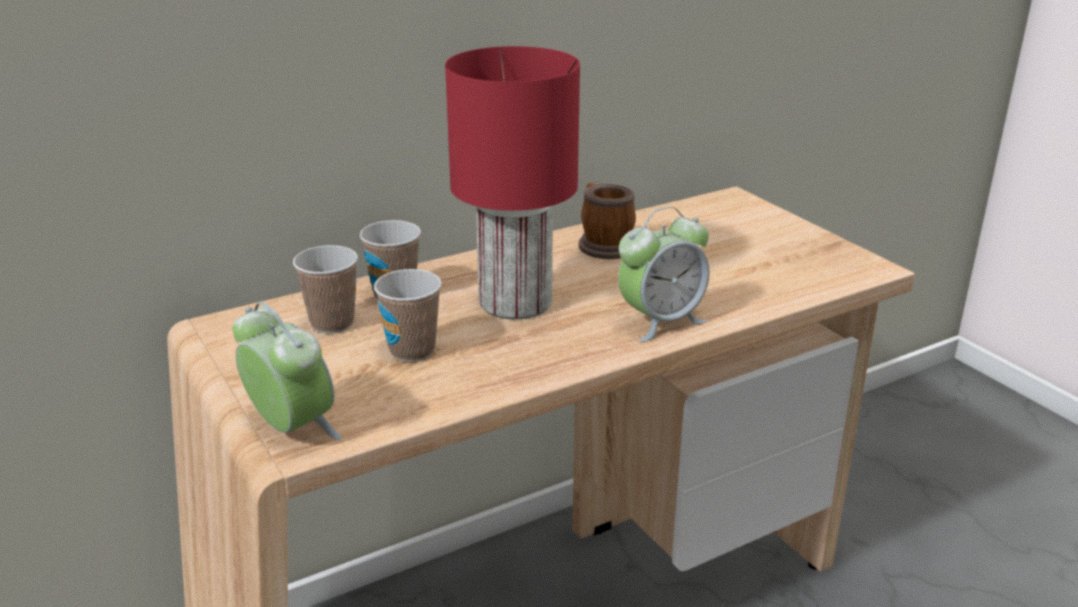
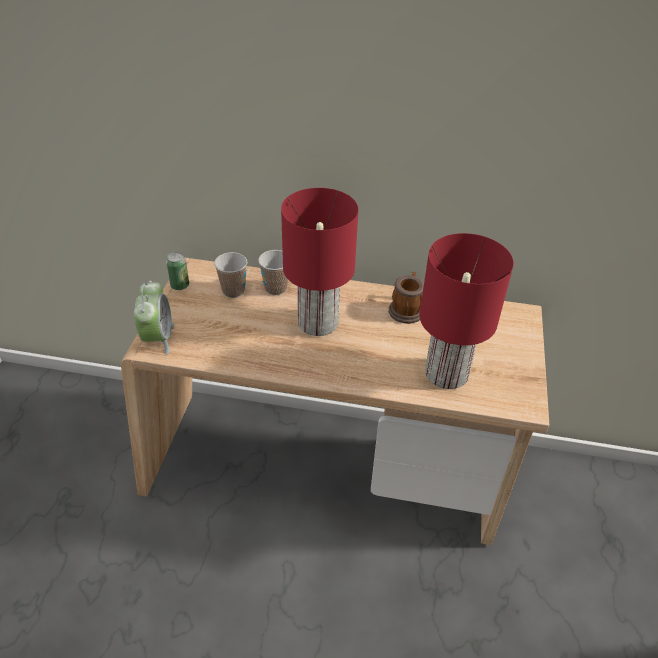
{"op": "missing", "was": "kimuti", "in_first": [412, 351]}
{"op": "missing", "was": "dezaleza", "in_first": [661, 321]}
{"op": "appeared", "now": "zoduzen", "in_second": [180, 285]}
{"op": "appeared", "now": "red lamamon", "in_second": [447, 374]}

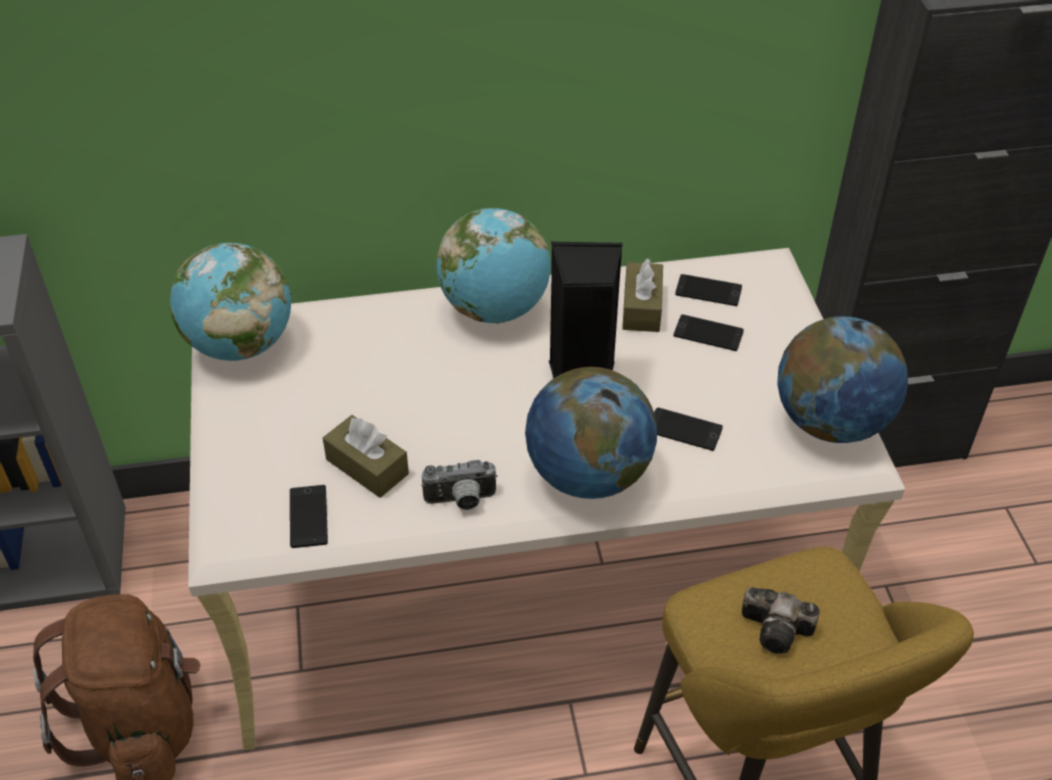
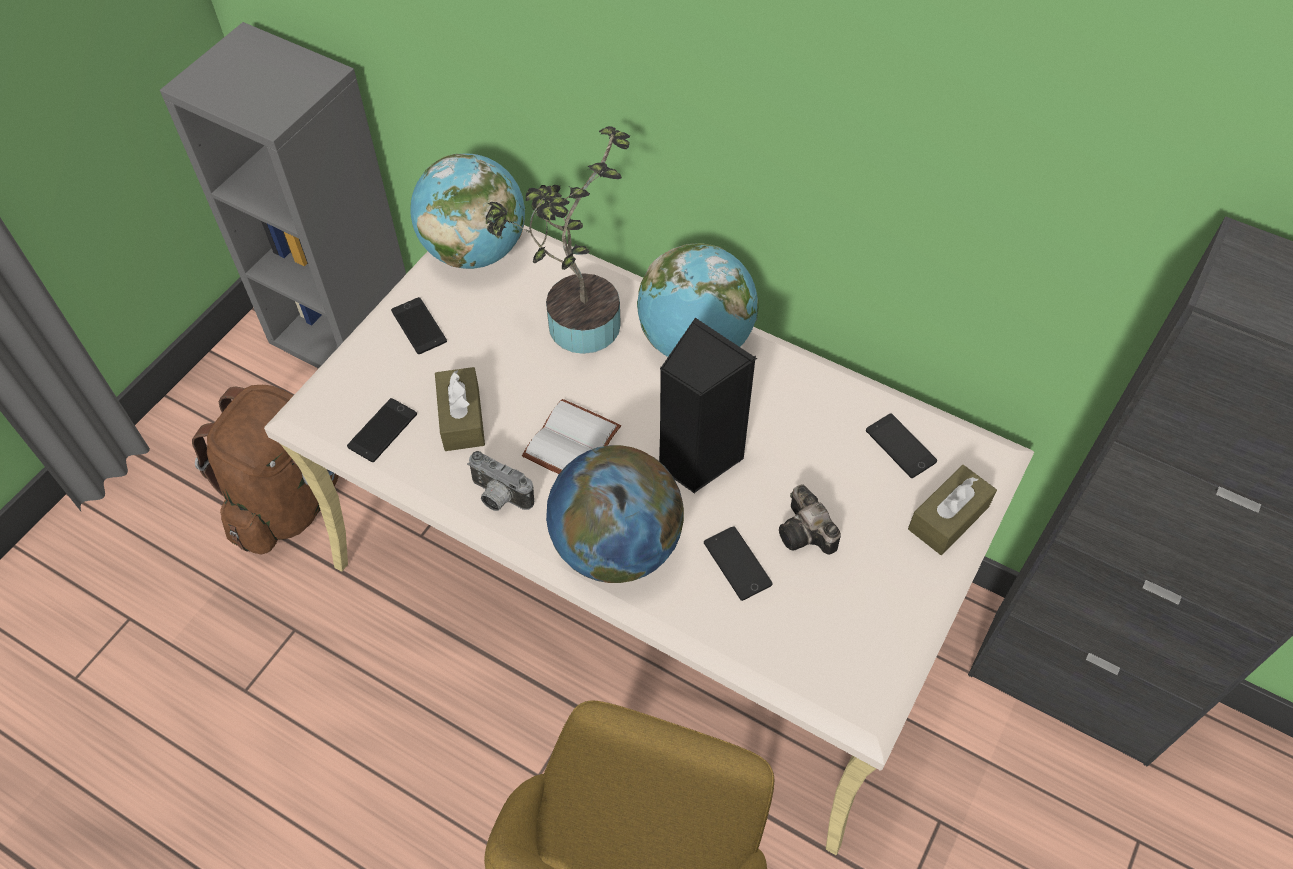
{"op": "missing", "was": "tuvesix", "in_first": [831, 422]}
{"op": "appeared", "now": "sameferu", "in_second": [575, 325]}
{"op": "appeared", "now": "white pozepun", "in_second": [573, 444]}
{"op": "relocated", "was": "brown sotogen", "in_first": [641, 308], "in_second": [948, 518]}
{"op": "relocated", "was": "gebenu", "in_first": [708, 333], "in_second": [419, 326]}
{"op": "relocated", "was": "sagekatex", "in_first": [779, 631], "in_second": [807, 534]}

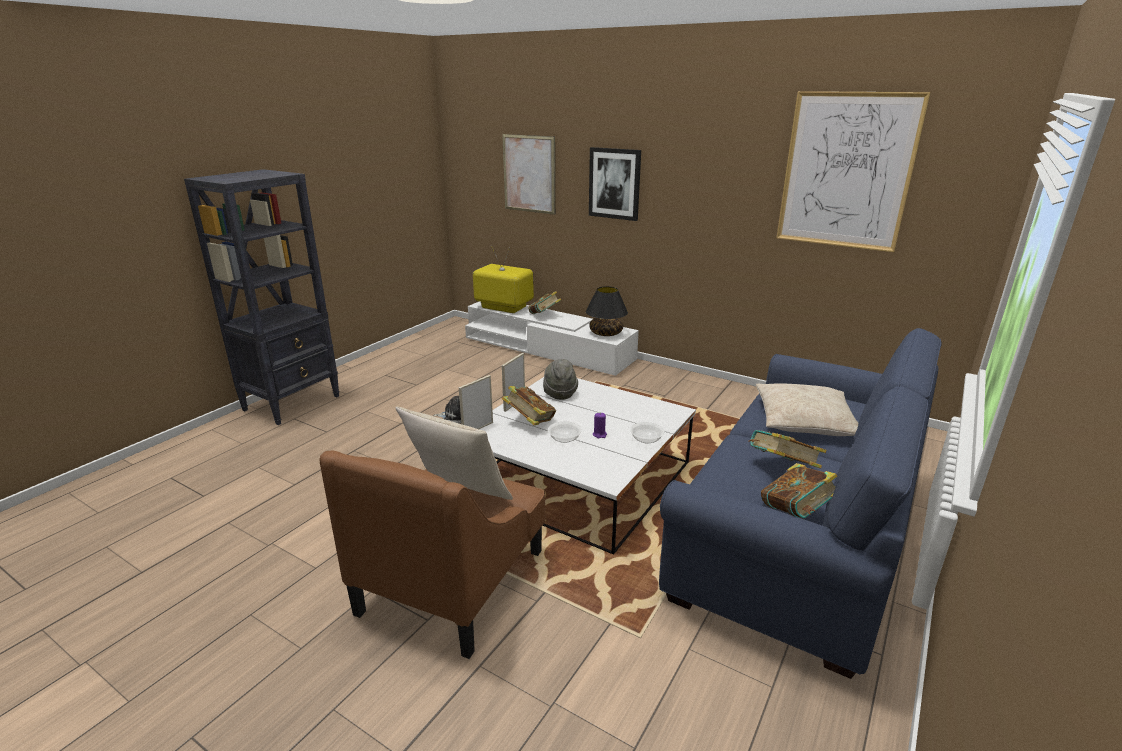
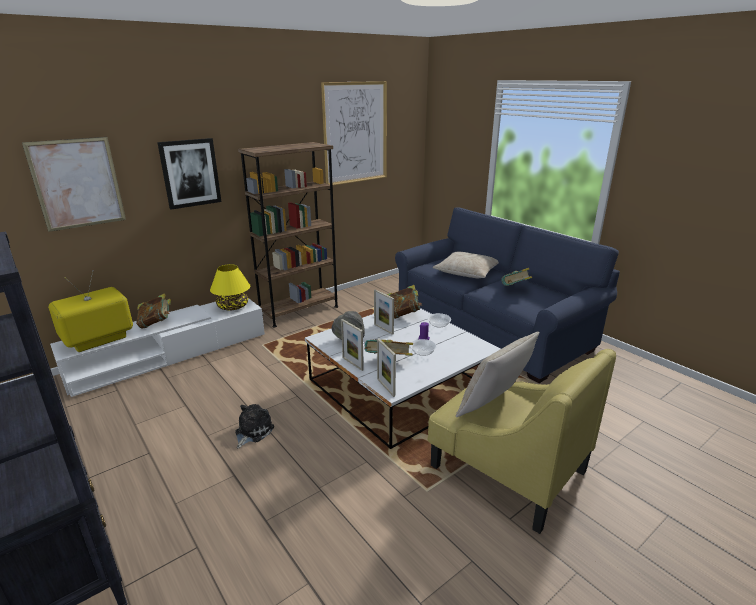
{"op": "appeared", "now": "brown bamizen", "in_second": [299, 311]}
{"op": "appeared", "now": "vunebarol", "in_second": [383, 329]}
{"op": "relocated", "was": "pozepun", "in_first": [796, 513], "in_second": [403, 314]}
{"op": "colour", "was": "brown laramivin", "now": "yellow laramivin", "in_first": [453, 580], "in_second": [507, 469]}
{"op": "colour", "was": "black lamamon", "now": "yellow lamamon", "in_first": [606, 333], "in_second": [233, 306]}

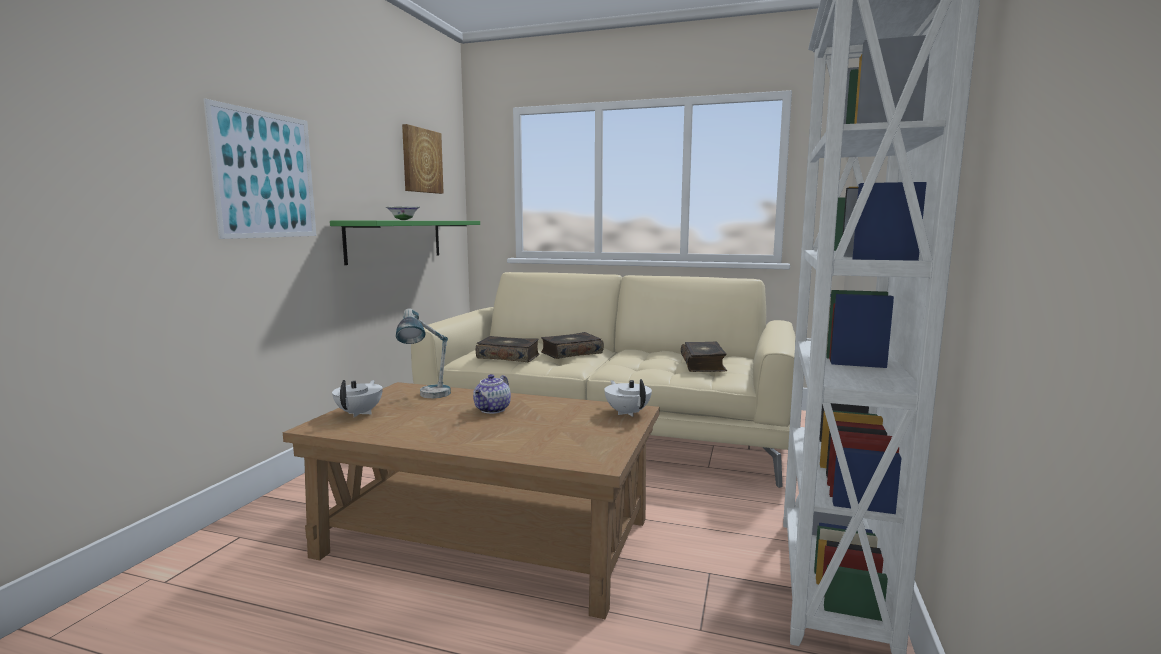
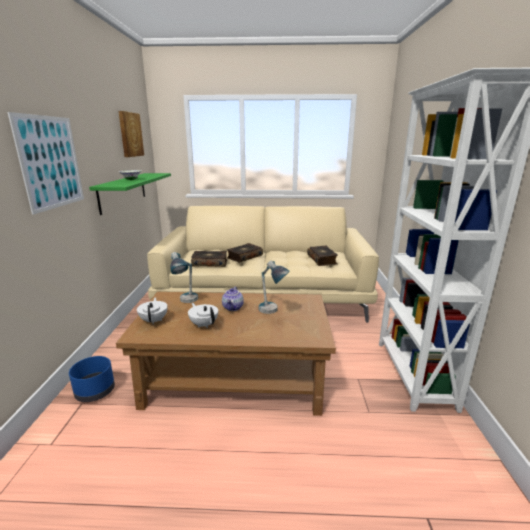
{"op": "appeared", "now": "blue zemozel", "in_second": [95, 392]}
{"op": "appeared", "now": "lamamon", "in_second": [272, 312]}
{"op": "relocated", "was": "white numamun", "in_first": [627, 413], "in_second": [204, 324]}

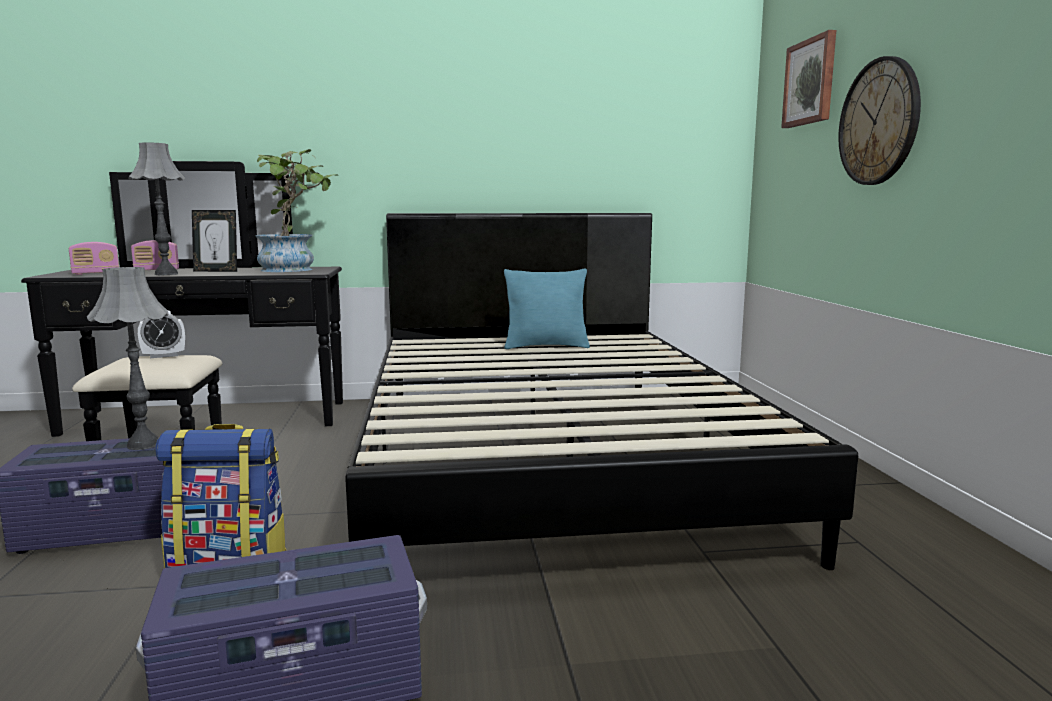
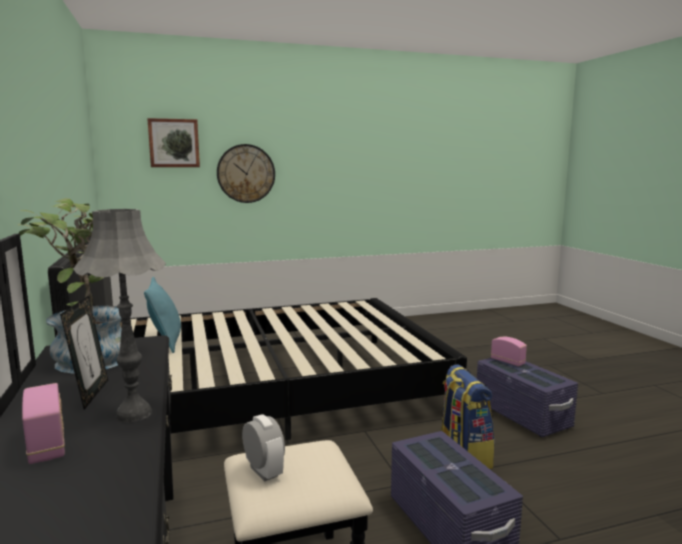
{"op": "missing", "was": "grey lamamon", "in_first": [144, 445]}
{"op": "relocated", "was": "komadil", "in_first": [96, 273], "in_second": [507, 361]}

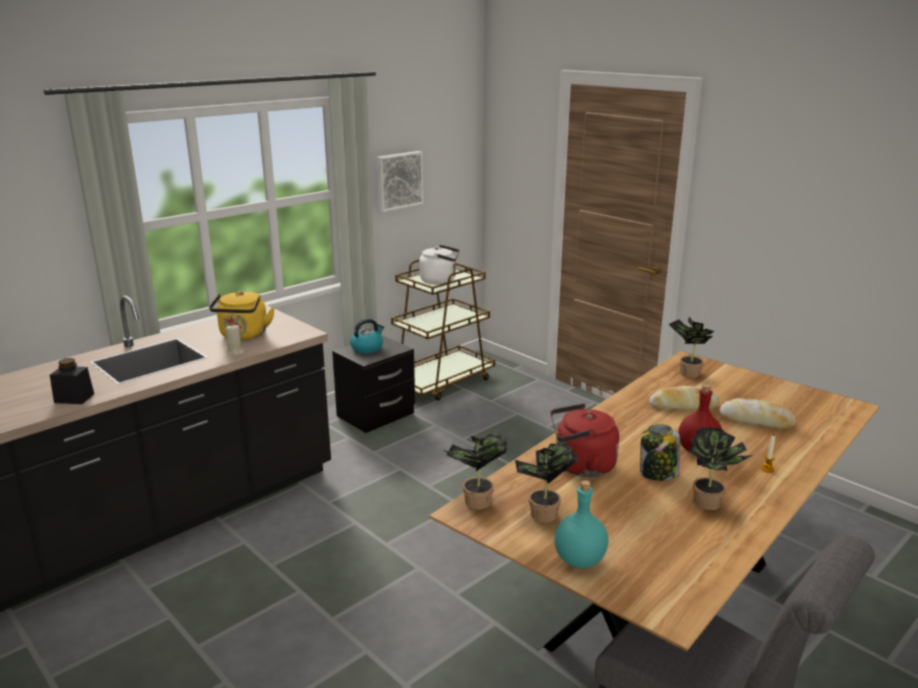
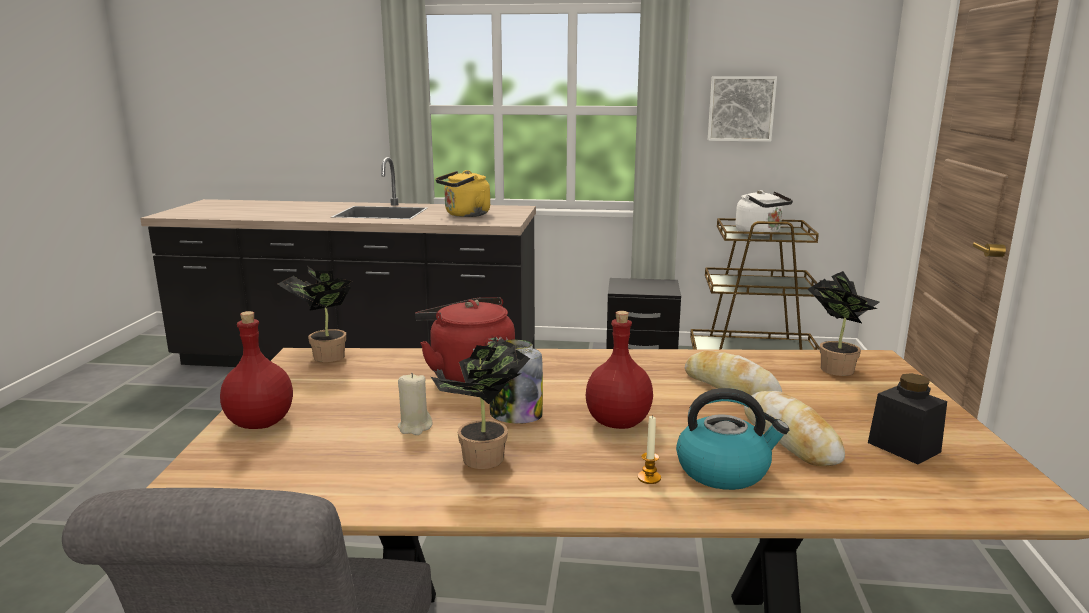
{"op": "missing", "was": "sameferu", "in_first": [543, 517]}
{"op": "relocated", "was": "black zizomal", "in_first": [74, 398], "in_second": [903, 447]}
{"op": "relocated", "was": "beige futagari", "in_first": [235, 352], "in_second": [415, 427]}
{"op": "relocated", "was": "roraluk", "in_first": [367, 348], "in_second": [724, 470]}
{"op": "colour", "was": "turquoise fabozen", "now": "red fabozen", "in_first": [580, 560], "in_second": [261, 423]}

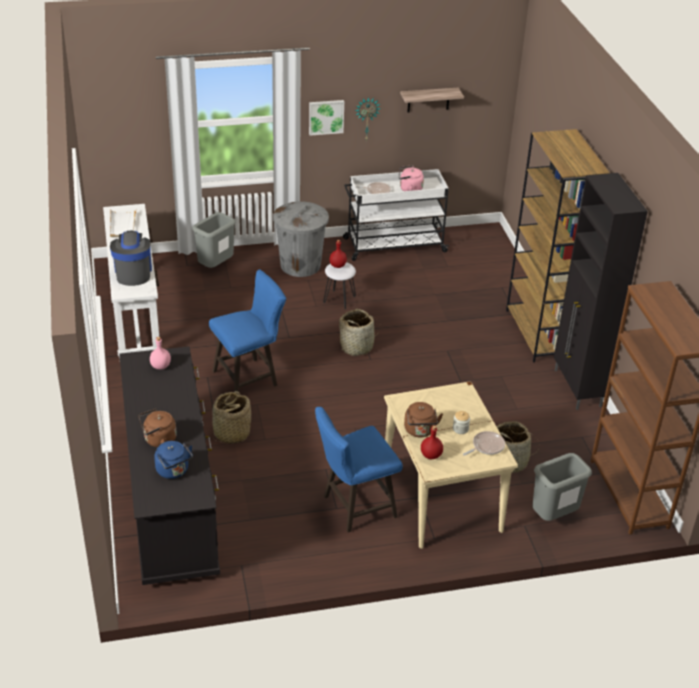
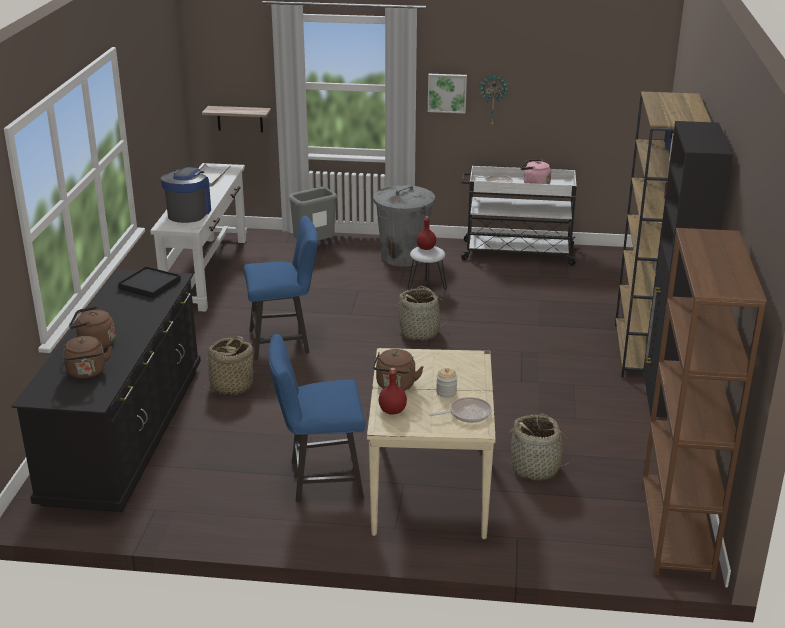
{"op": "missing", "was": "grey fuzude", "in_first": [553, 517]}
{"op": "relocated", "was": "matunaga", "in_first": [428, 100], "in_second": [240, 119]}
{"op": "exchanged", "was": "pink fabozen", "now": "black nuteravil", "in_first": [161, 366], "in_second": [150, 285]}
{"op": "colour", "was": "blue roraluk", "now": "brown roraluk", "in_first": [174, 471], "in_second": [87, 373]}

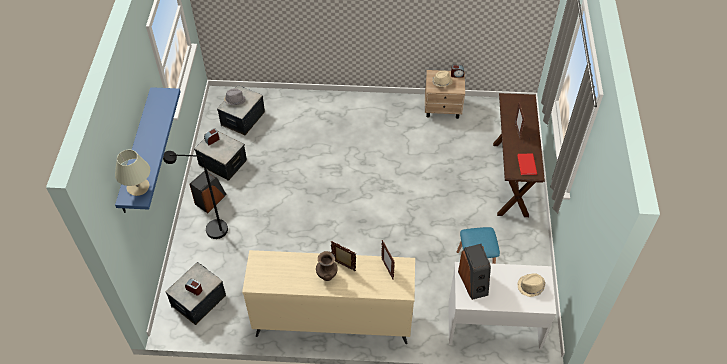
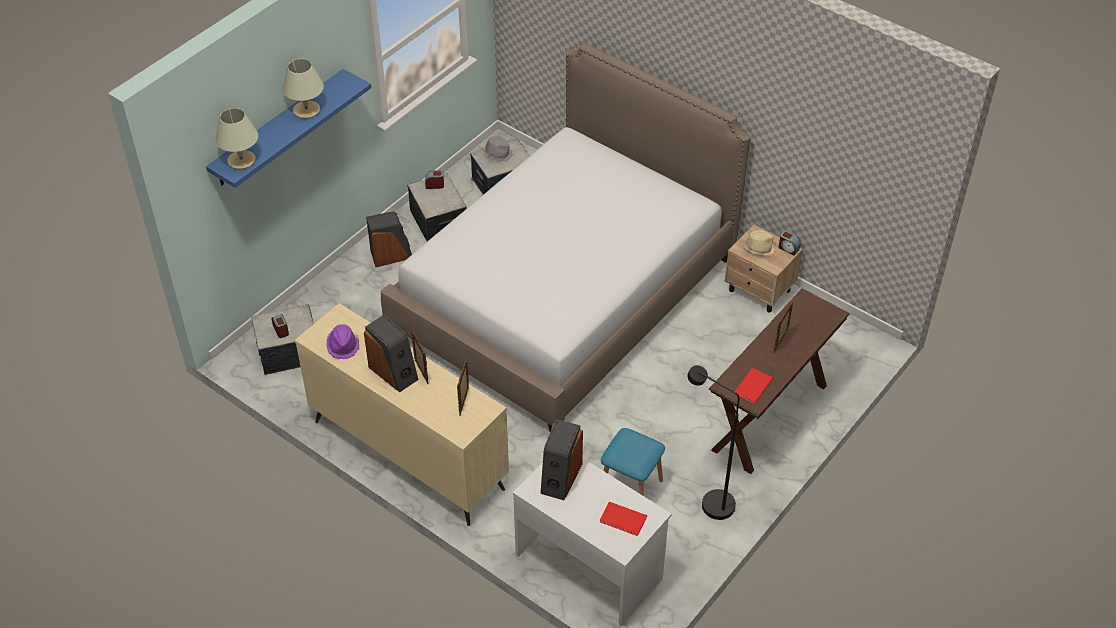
{"op": "appeared", "now": "beige lamamon", "in_second": [306, 110]}
{"op": "appeared", "now": "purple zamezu", "in_second": [343, 346]}
{"op": "appeared", "now": "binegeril", "in_second": [565, 294]}
{"op": "relocated", "was": "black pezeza", "in_first": [210, 230], "in_second": [709, 502]}
{"op": "exchanged", "was": "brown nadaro", "now": "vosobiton", "in_first": [327, 275], "in_second": [394, 372]}
{"op": "exchanged", "was": "beige zamezu", "now": "red pozepun", "in_first": [531, 286], "in_second": [624, 520]}

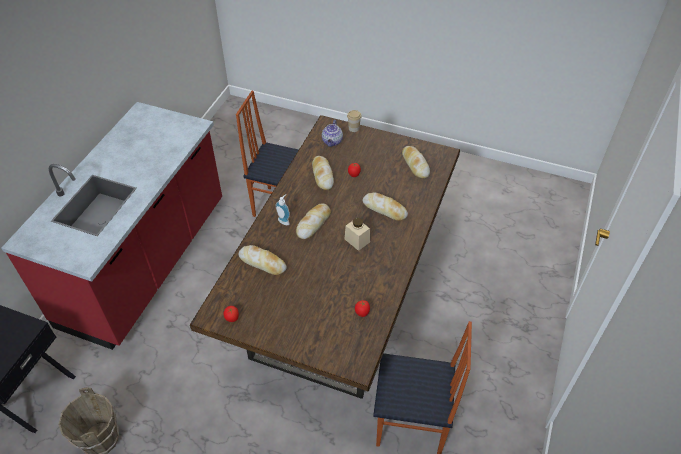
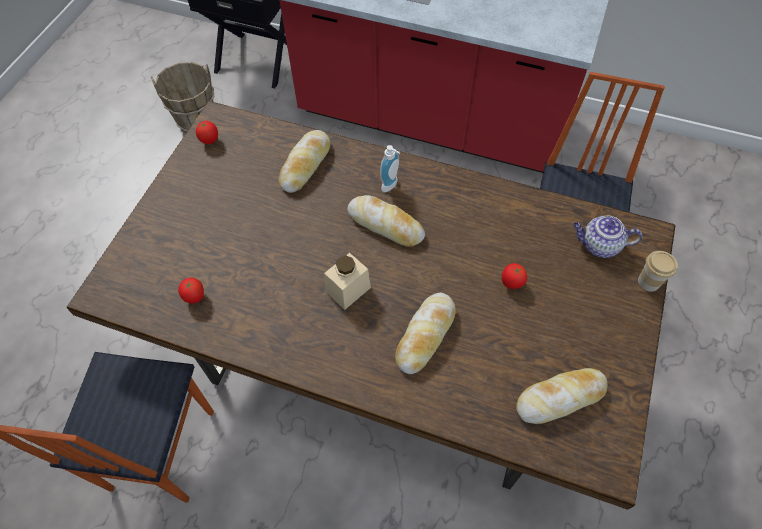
{"op": "missing", "was": "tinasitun", "in_first": [322, 175]}

